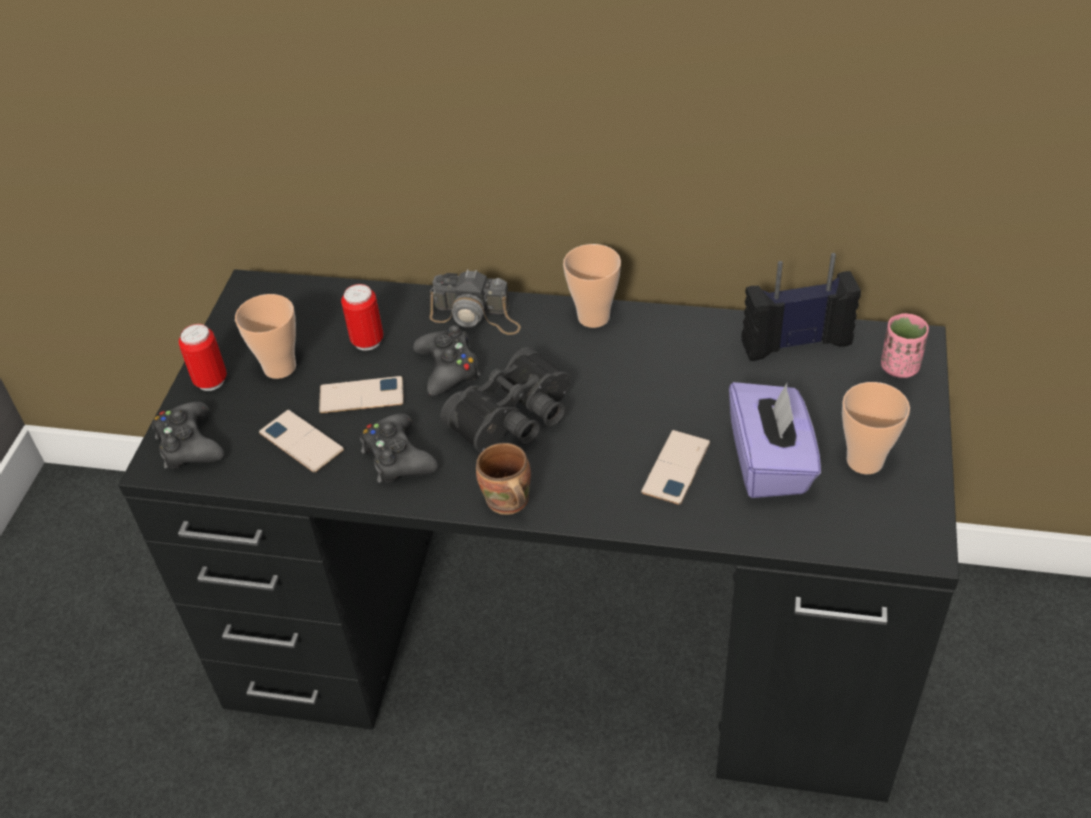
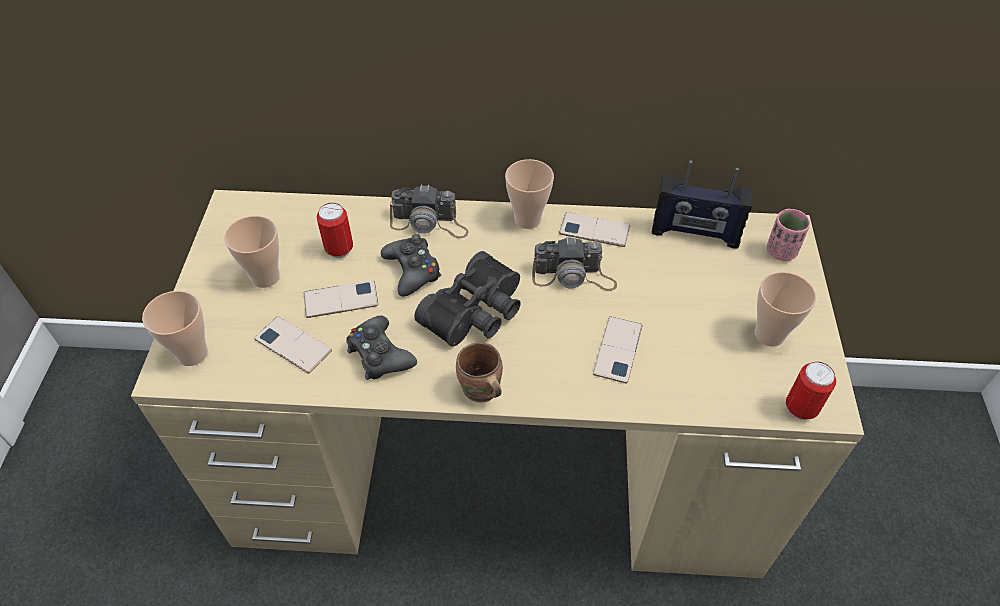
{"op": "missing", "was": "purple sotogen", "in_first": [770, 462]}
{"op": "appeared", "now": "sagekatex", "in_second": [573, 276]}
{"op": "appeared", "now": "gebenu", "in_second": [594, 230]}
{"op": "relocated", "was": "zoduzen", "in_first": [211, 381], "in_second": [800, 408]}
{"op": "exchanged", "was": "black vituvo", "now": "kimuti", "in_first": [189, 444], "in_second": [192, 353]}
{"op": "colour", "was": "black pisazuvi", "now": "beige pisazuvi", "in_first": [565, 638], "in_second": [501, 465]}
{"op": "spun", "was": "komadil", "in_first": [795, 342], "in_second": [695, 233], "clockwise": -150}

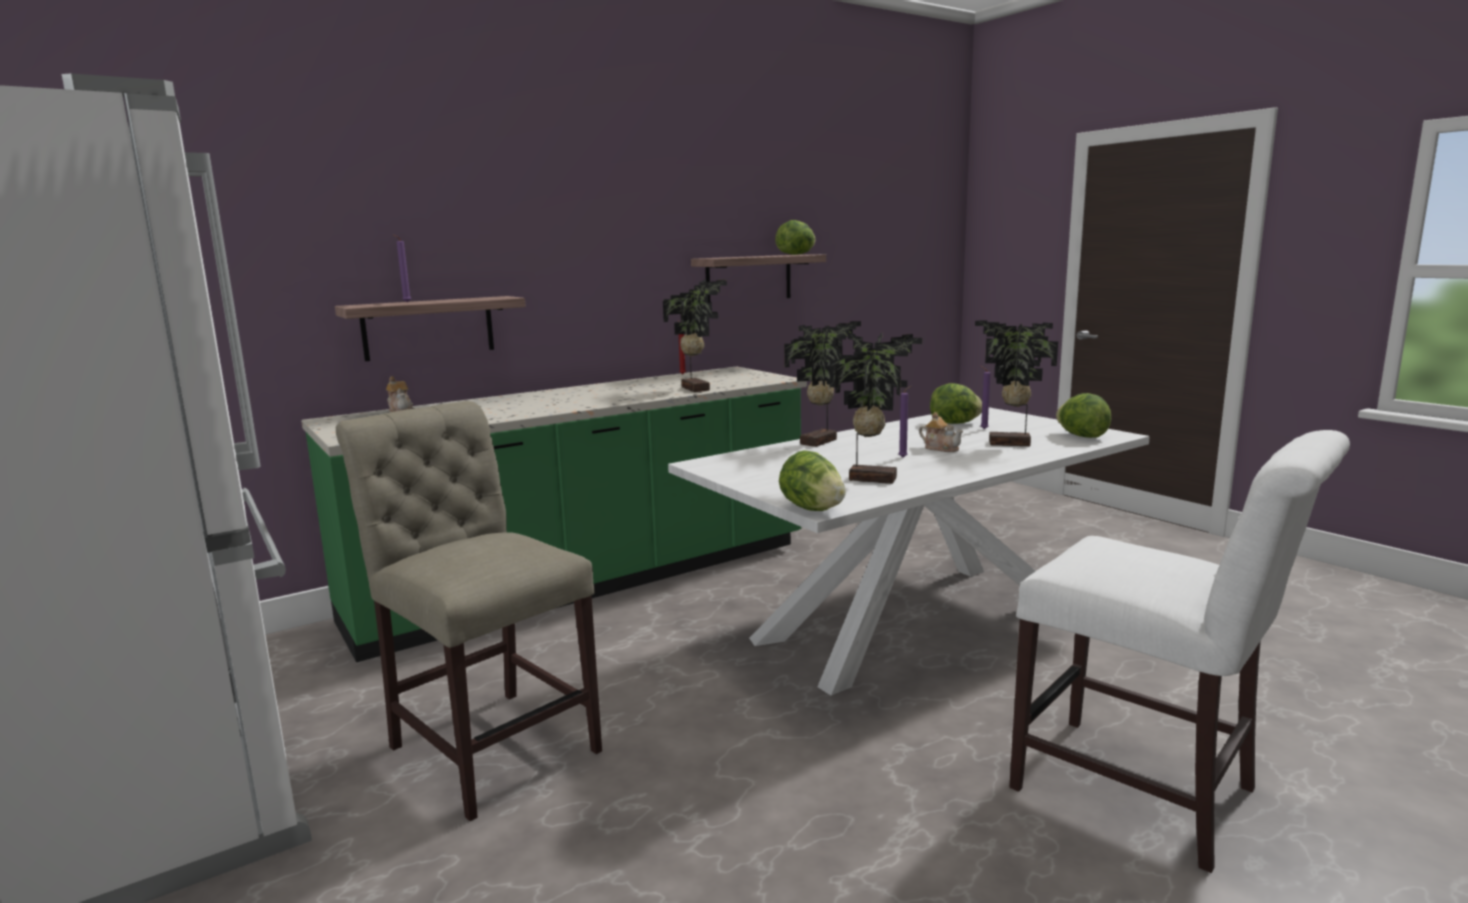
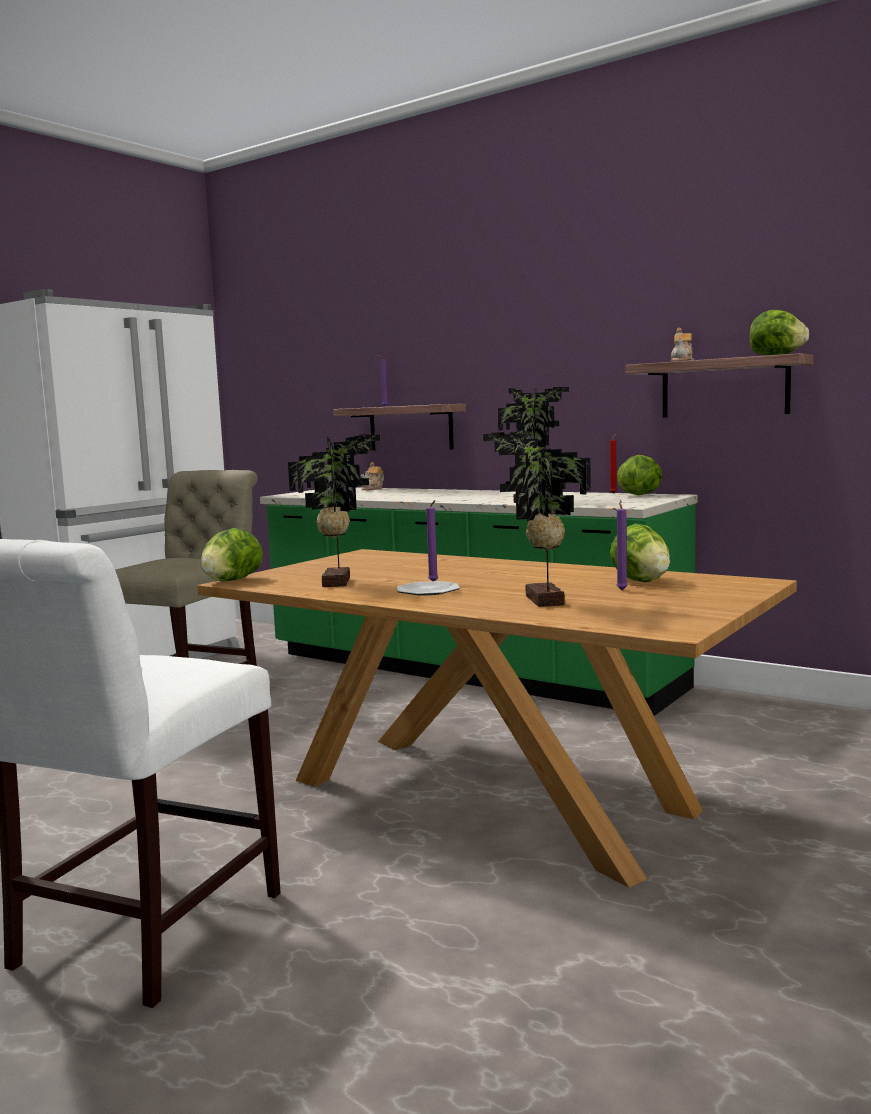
{"op": "missing", "was": "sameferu", "in_first": [821, 442]}
{"op": "appeared", "now": "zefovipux", "in_second": [427, 591]}
{"op": "relocated", "was": "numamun", "in_first": [941, 448], "in_second": [682, 361]}
{"op": "relocated", "was": "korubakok", "in_first": [1081, 436], "in_second": [641, 494]}
{"op": "colour", "was": "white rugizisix", "now": "brown rugizisix", "in_first": [914, 622], "in_second": [485, 796]}

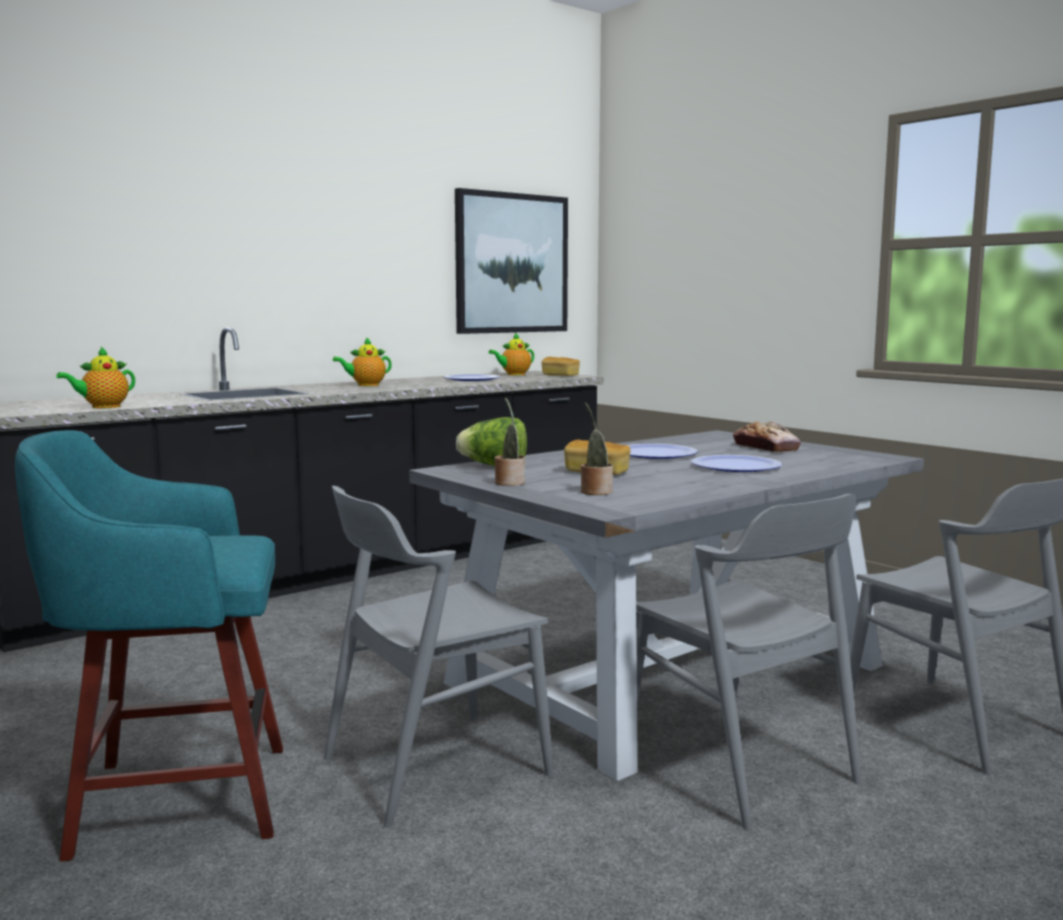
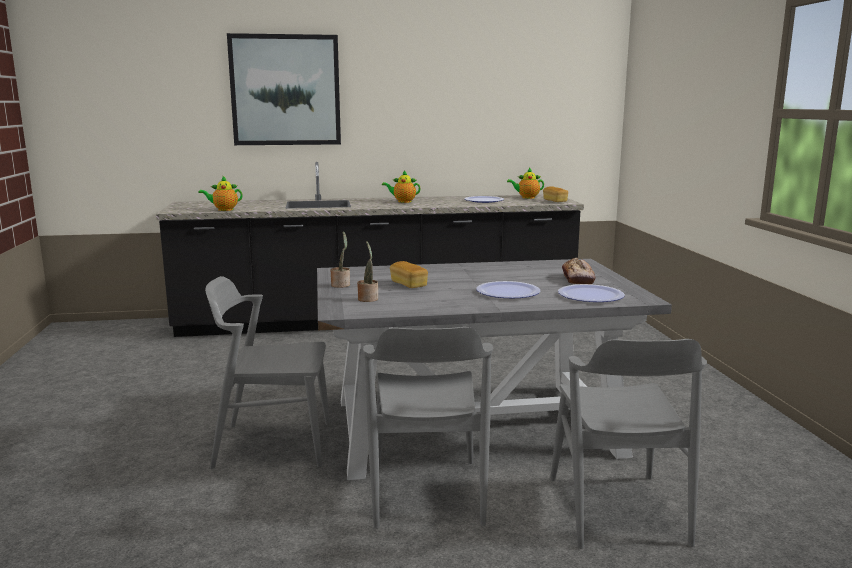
{"op": "missing", "was": "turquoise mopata", "in_first": [174, 799]}
{"op": "missing", "was": "korubakok", "in_first": [494, 467]}
{"op": "relocated", "was": "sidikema", "in_first": [511, 263], "in_second": [285, 90]}
{"op": "relocated", "was": "zefovipux", "in_first": [655, 454], "in_second": [590, 295]}

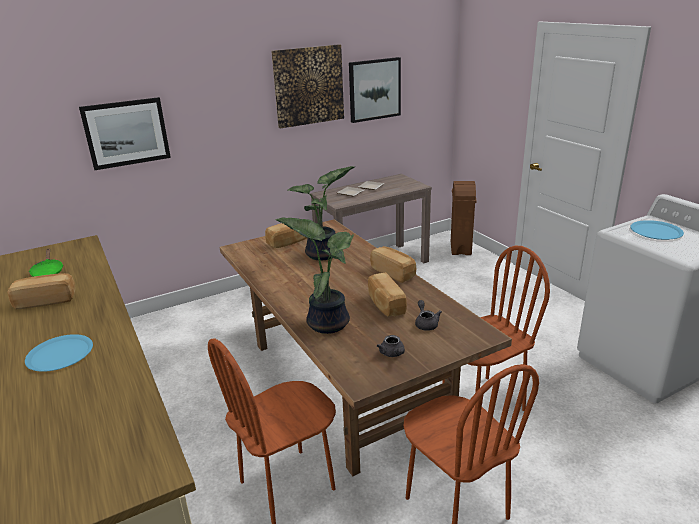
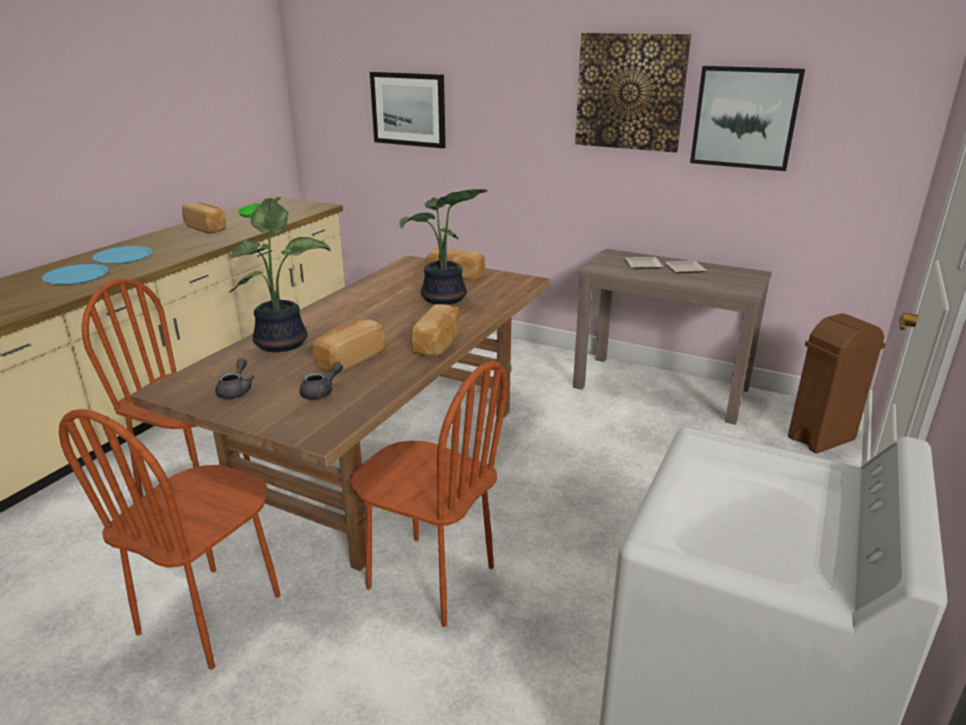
{"op": "relocated", "was": "blue zefovipux", "in_first": [656, 231], "in_second": [76, 276]}
{"op": "spun", "was": "grey numamun", "in_first": [393, 354], "in_second": [236, 391], "clockwise": 150}

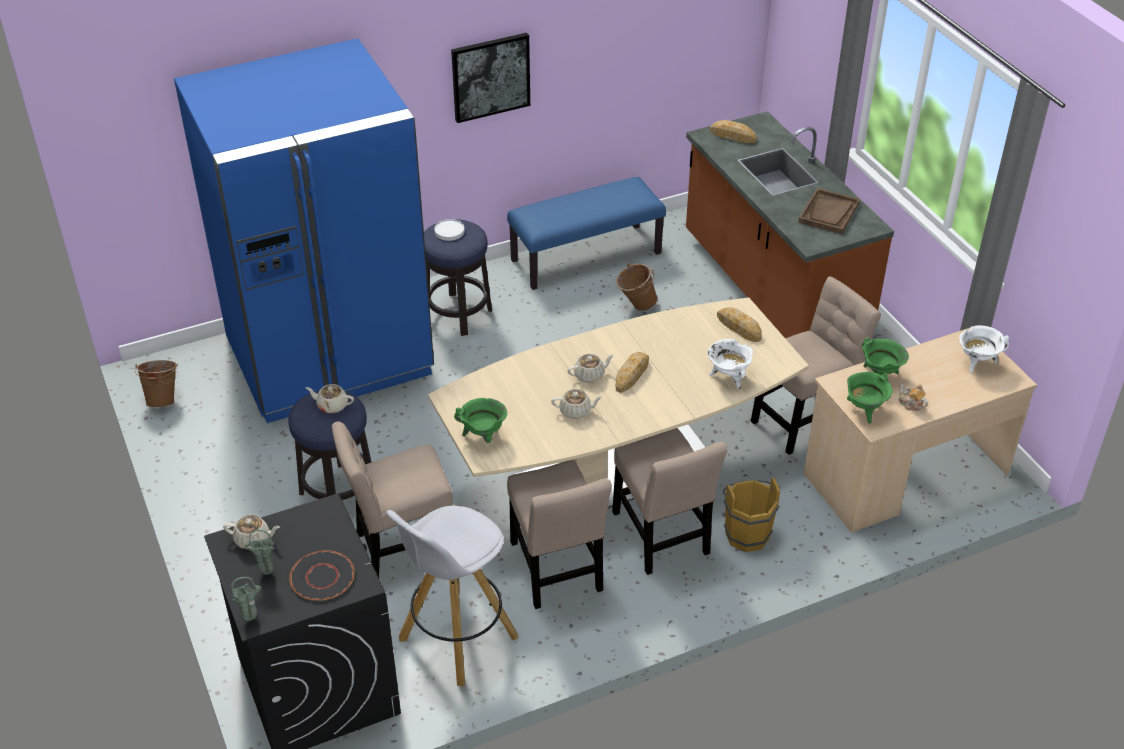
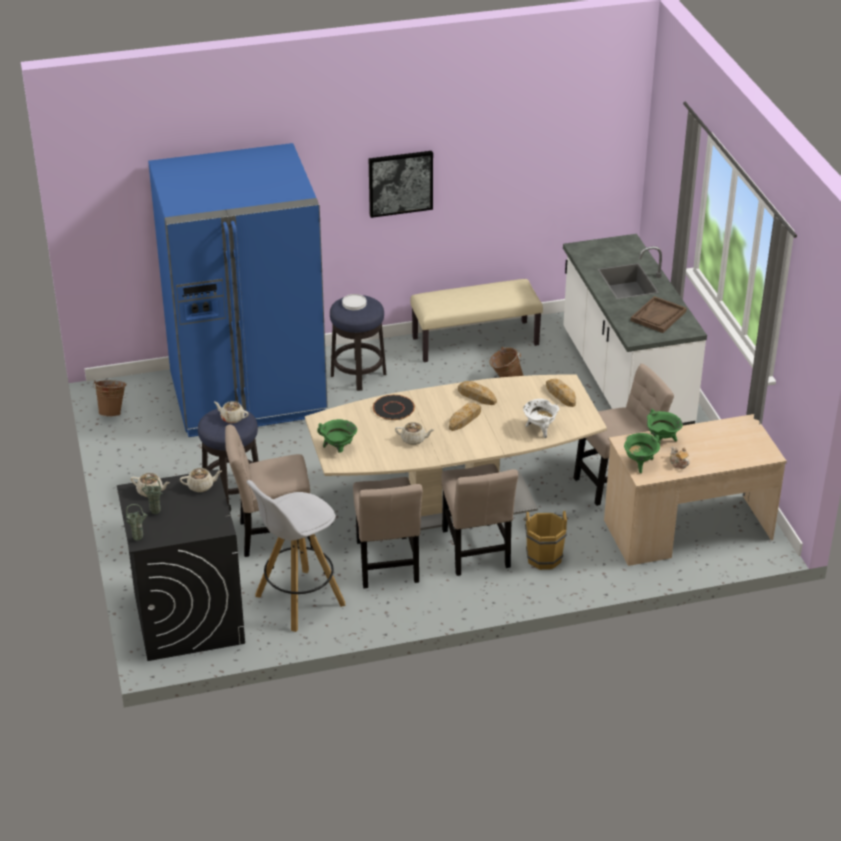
{"op": "missing", "was": "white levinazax", "in_first": [977, 362]}
{"op": "relocated", "was": "black zefovipux", "in_first": [322, 577], "in_second": [393, 408]}
{"op": "relocated", "was": "beige numamun", "in_first": [590, 375], "in_second": [201, 486]}
{"op": "relocated", "was": "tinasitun", "in_first": [733, 136], "in_second": [476, 396]}
{"op": "colour", "was": "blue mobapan", "now": "beige mobapan", "in_first": [586, 256], "in_second": [475, 341]}
{"op": "colour", "was": "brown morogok", "now": "white morogok", "in_first": [772, 289], "in_second": [624, 382]}

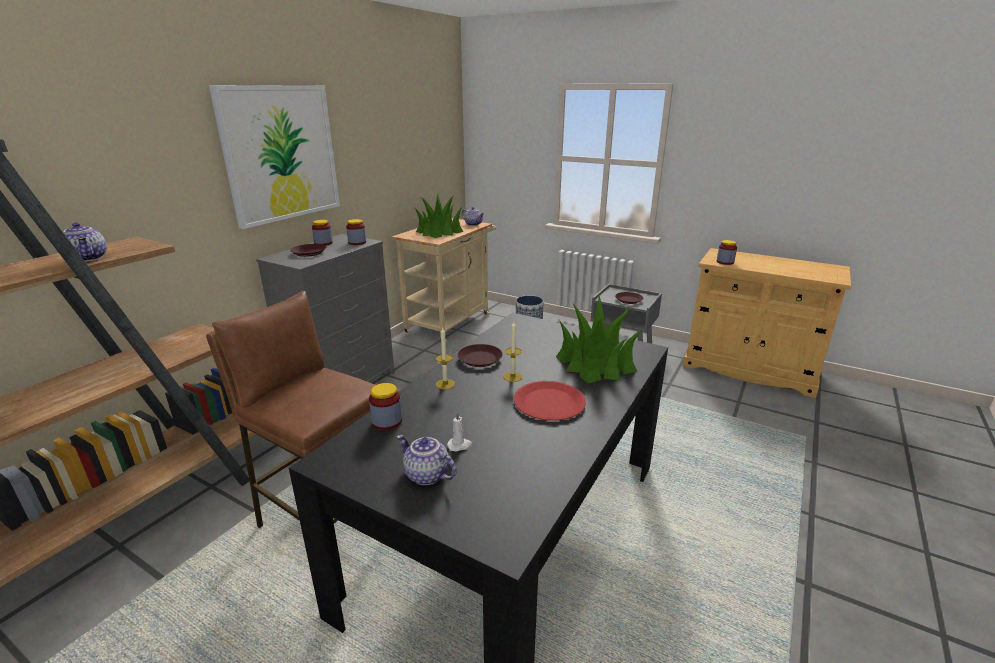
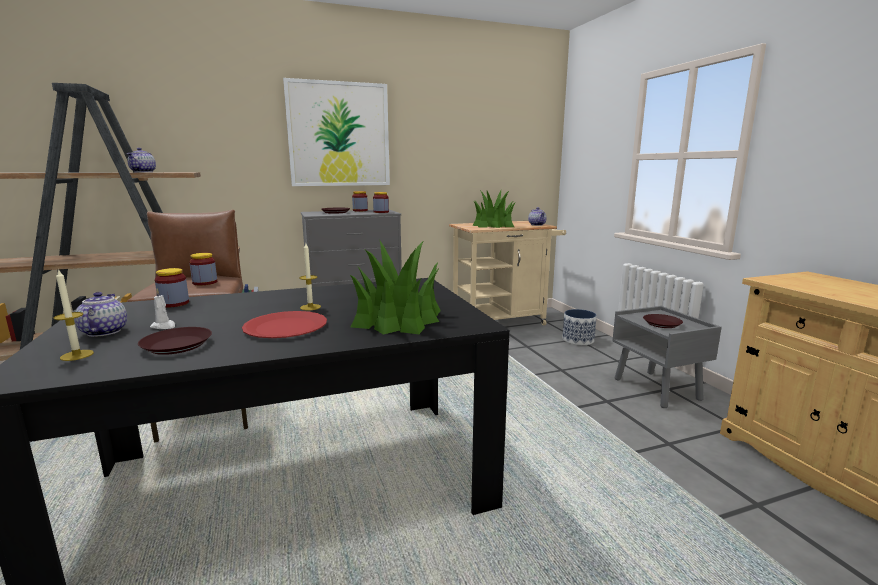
{"op": "relocated", "was": "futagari", "in_first": [445, 384], "in_second": [77, 355]}
{"op": "relocated", "was": "brown zefovipux", "in_first": [479, 359], "in_second": [177, 345]}
{"op": "relocated", "was": "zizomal", "in_first": [725, 262], "in_second": [205, 282]}

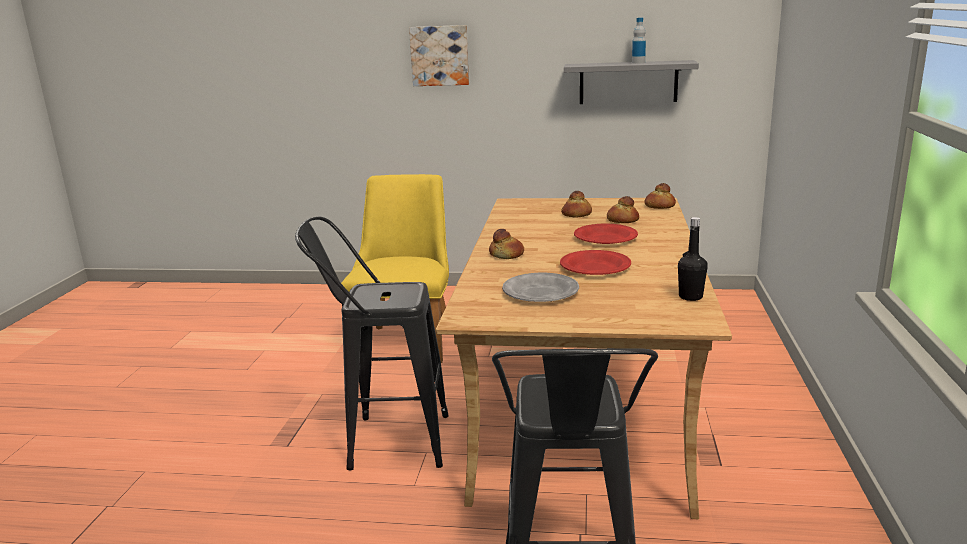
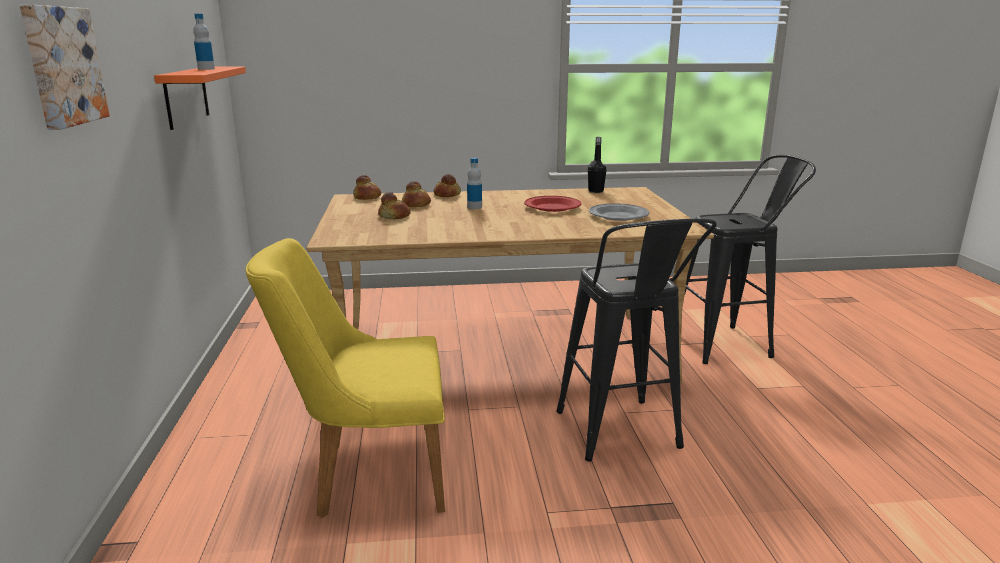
{"op": "relocated", "was": "tinasitun", "in_first": [507, 254], "in_second": [447, 194]}
{"op": "exchanged", "was": "red zefovipux", "now": "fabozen", "in_first": [605, 238], "in_second": [474, 207]}
{"op": "colour", "was": "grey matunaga", "now": "orange matunaga", "in_first": [628, 82], "in_second": [186, 96]}

